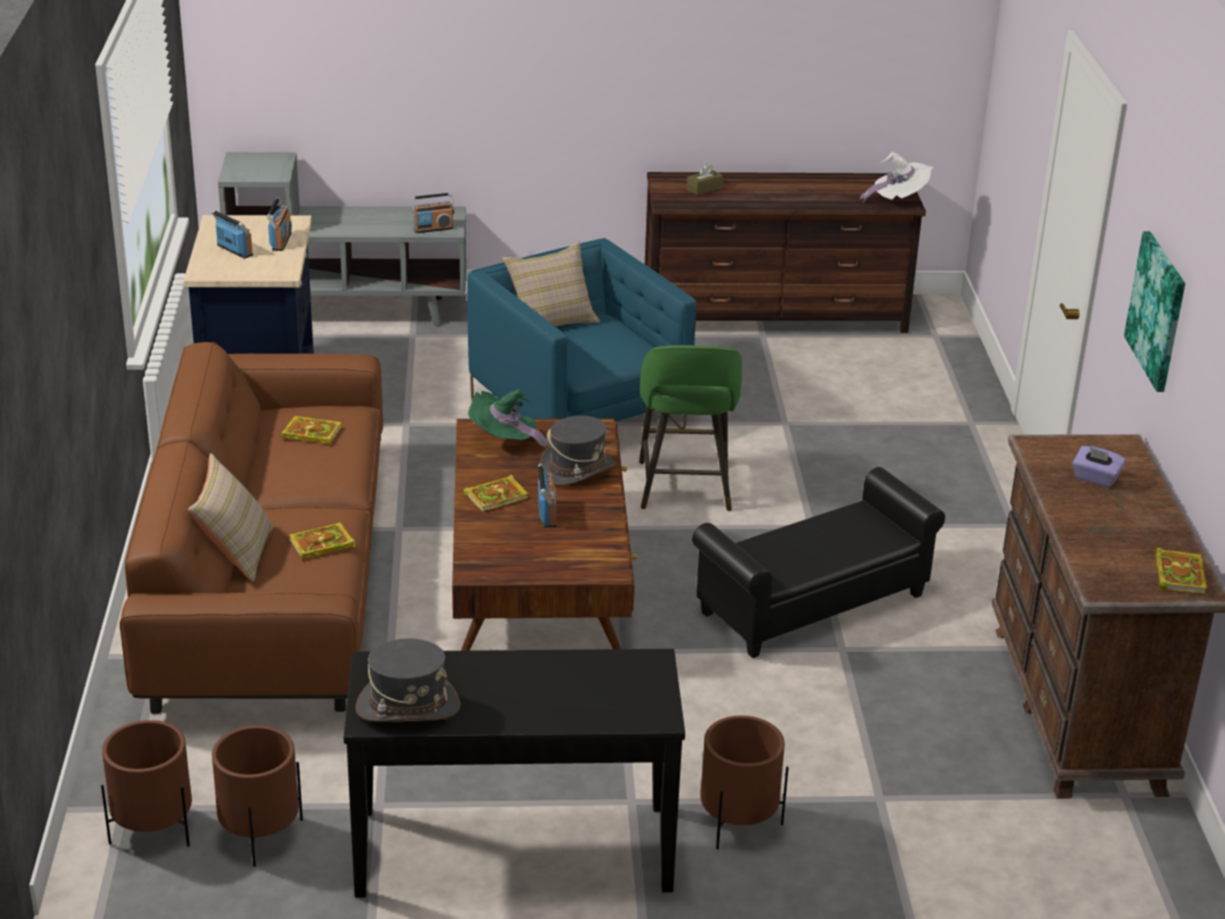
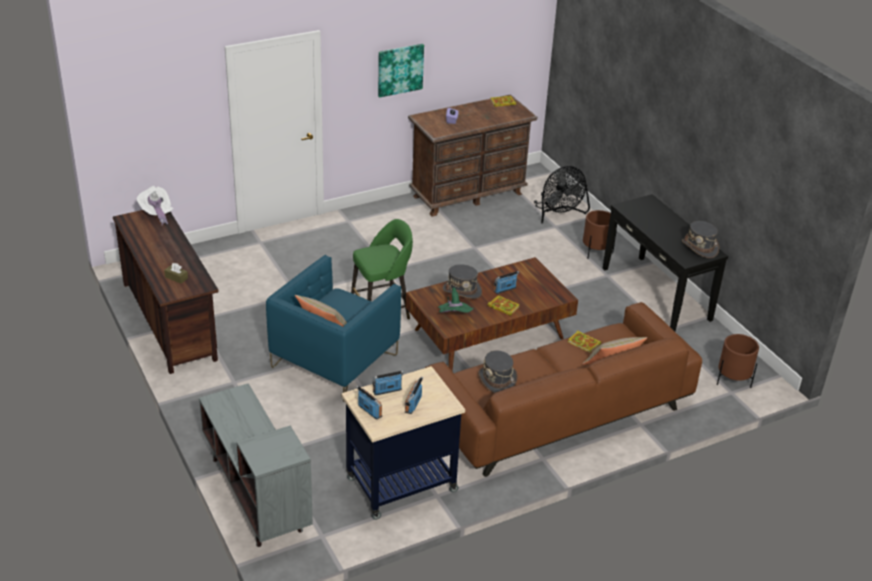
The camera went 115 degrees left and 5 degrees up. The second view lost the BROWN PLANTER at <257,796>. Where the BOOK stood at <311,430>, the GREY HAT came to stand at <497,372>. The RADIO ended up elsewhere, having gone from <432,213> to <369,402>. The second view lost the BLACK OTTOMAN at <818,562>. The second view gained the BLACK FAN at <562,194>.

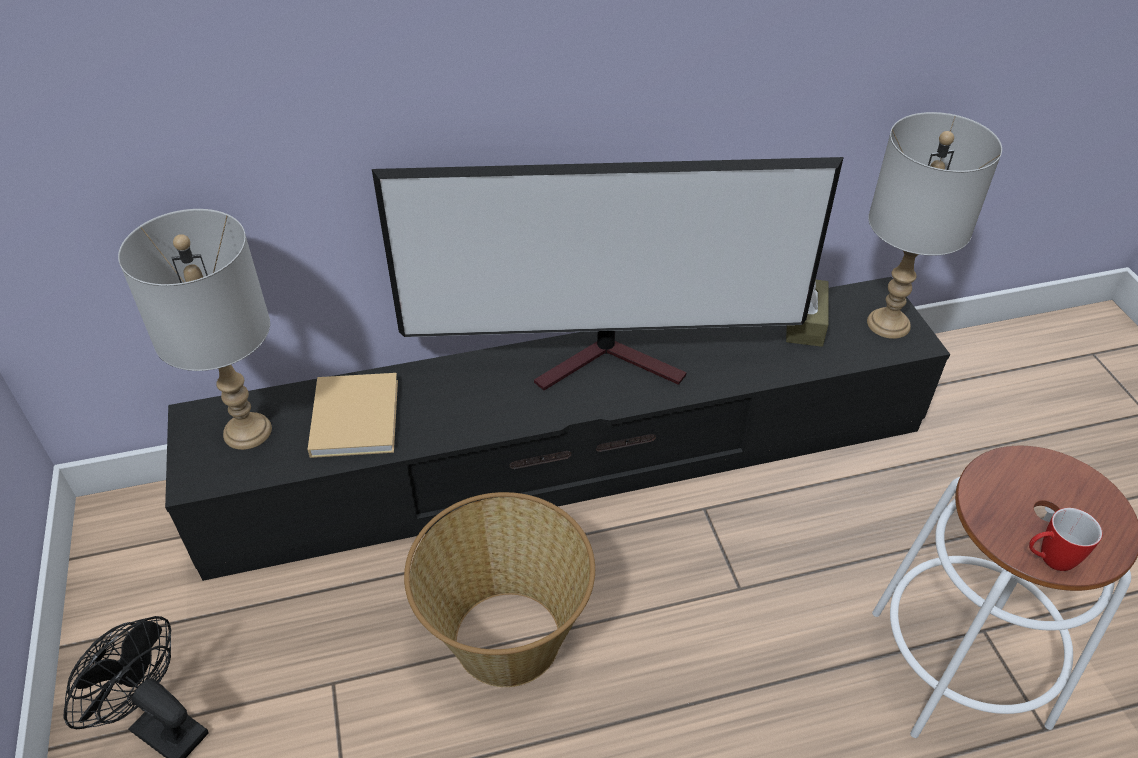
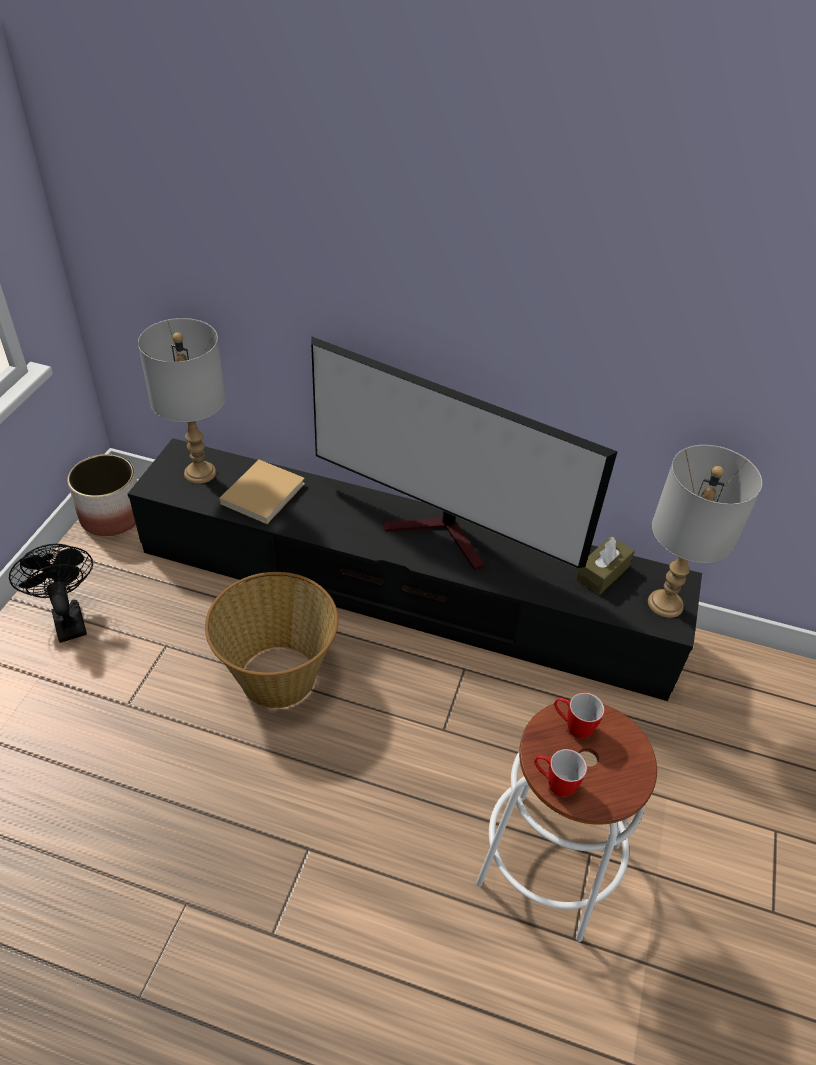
The camera went 30 degrees right and 0 degrees up. The second view gained the PLANTER at <102,495>. The second view gained the MUG at <579,715>.

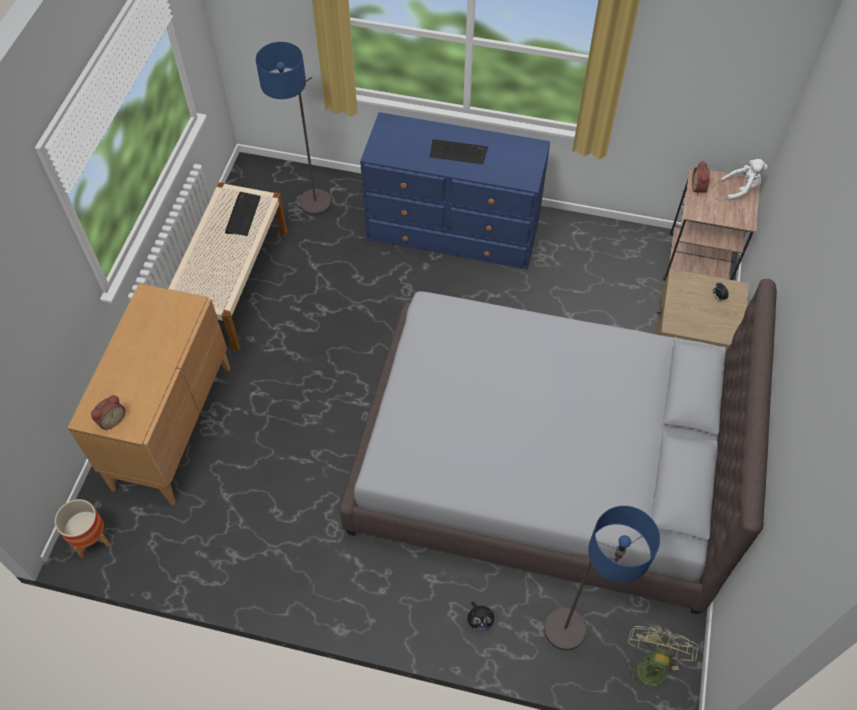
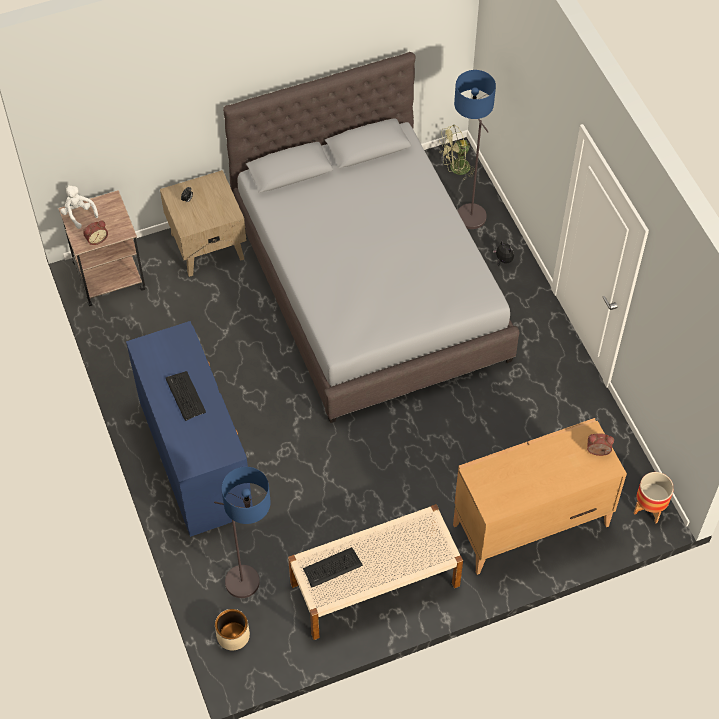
The camera went 125 degrees left and 0 degrees up. The second view gained the BEIGE PLANTER at <232,630>.

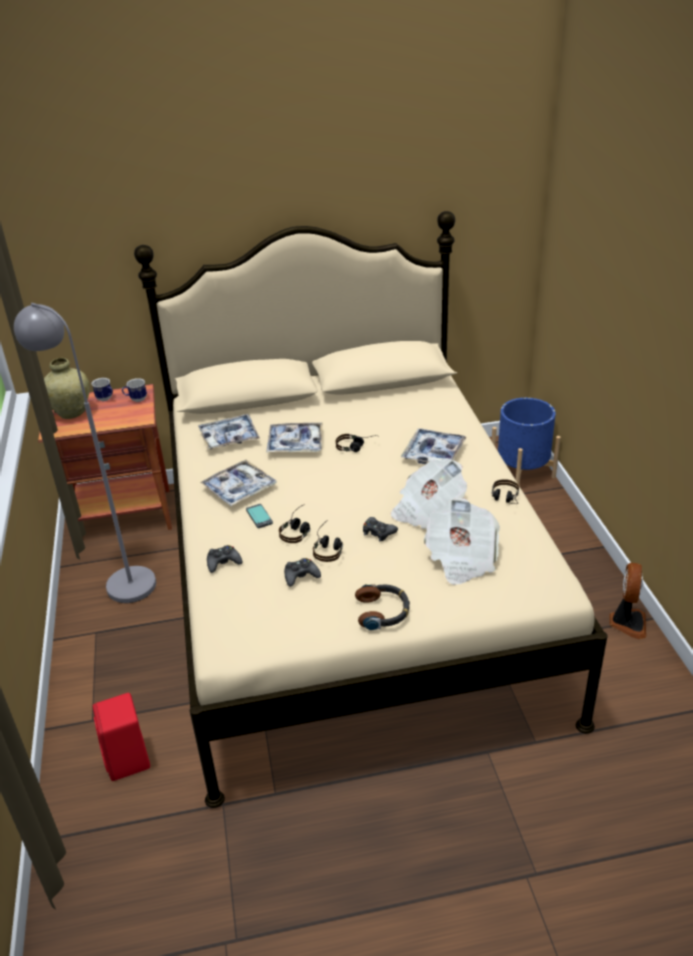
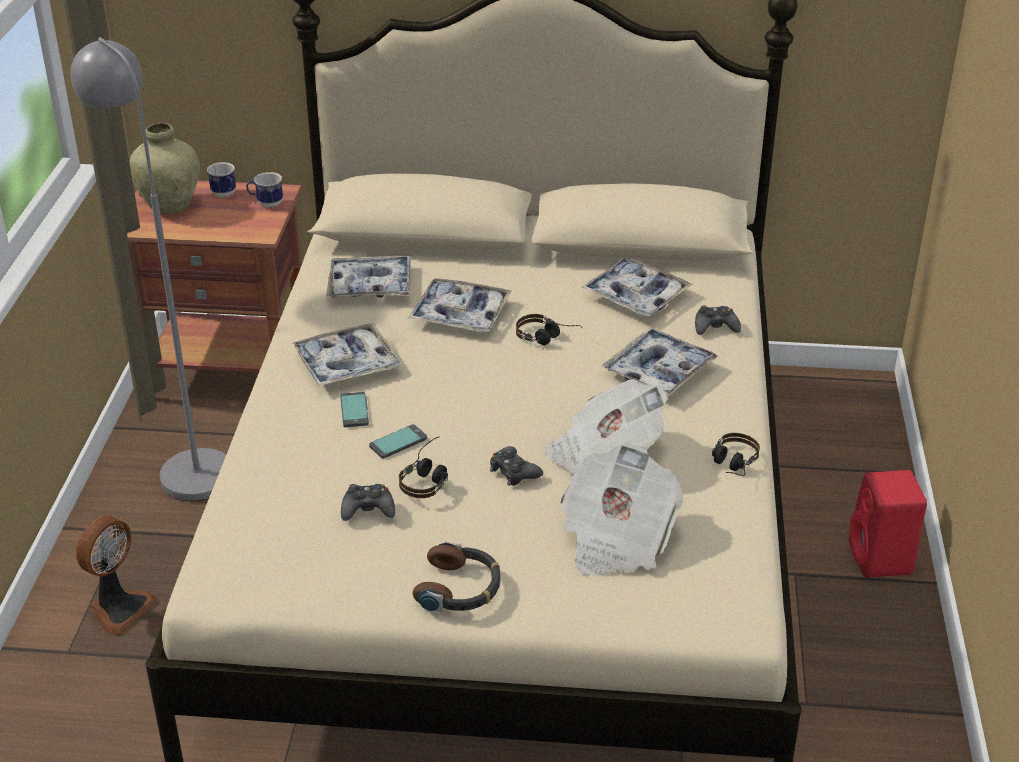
The camera went 15 degrees right and 0 degrees up. The RED SPEAKER ended up elsewhere, having gone from <121,737> to <888,523>. The BLACK GAME CONTROLLER ended up elsewhere, having gone from <224,559> to <718,320>. Where the HEADPHONES stood at <294,523>, the PHONE came to stand at <398,441>. The second view lost the BLUE PLANTER at <526,442>. The FAN ended up elsewhere, having gone from <628,601> to <117,575>. The second view gained the TRAY at <636,286>.

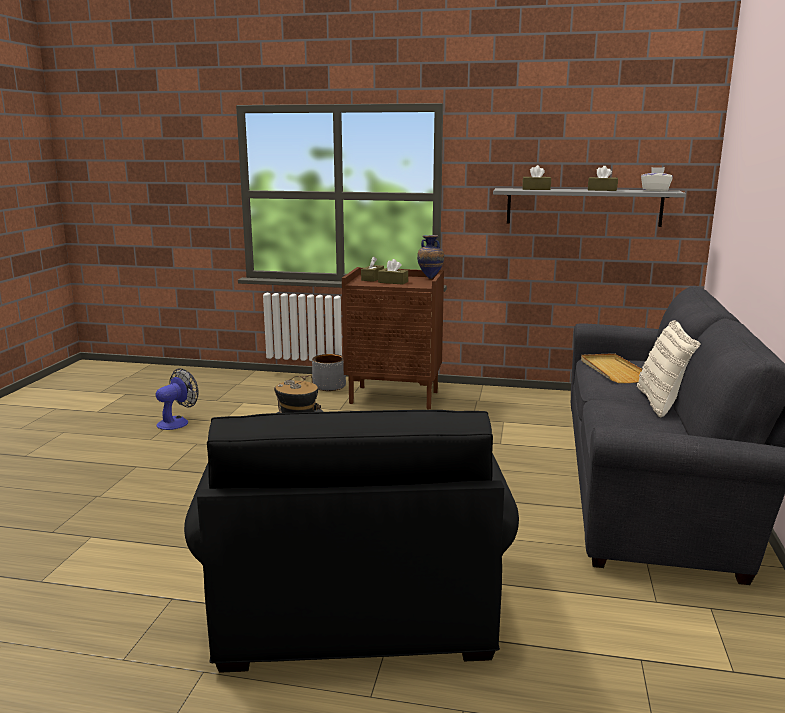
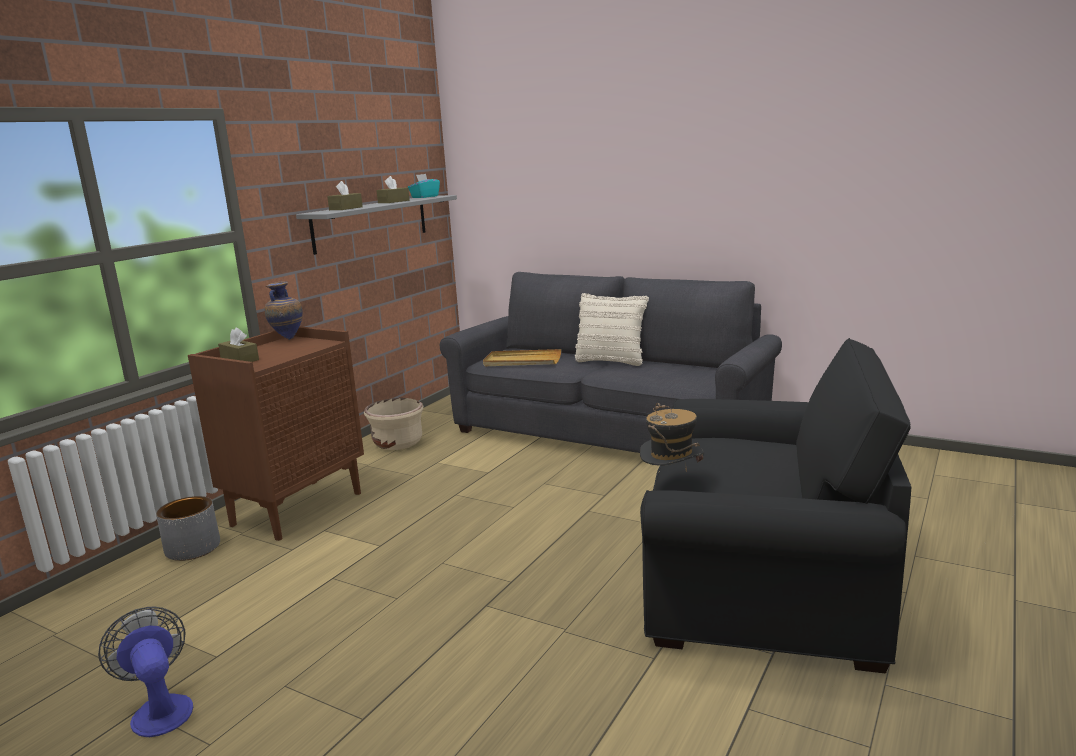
The camera went 70 degrees left and 0 degrees up. The second view lost the BROWN TISSUE BOX at <393,272>. What was the WHITE TISSUE BOX at <657,179> turned into the TURQUOISE TISSUE BOX at <424,186>. The second view gained the BEIGE PLANTER at <393,424>.

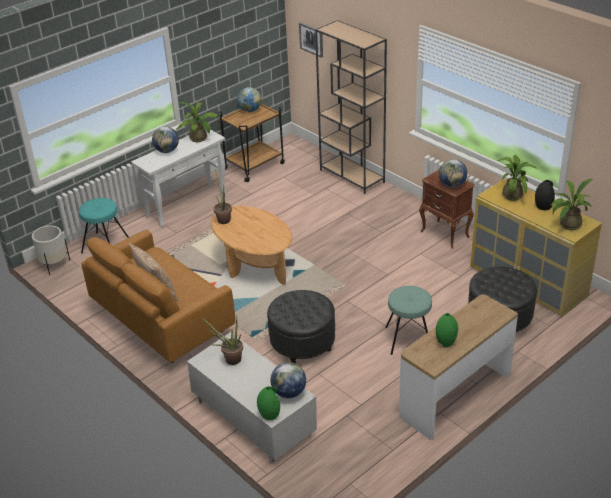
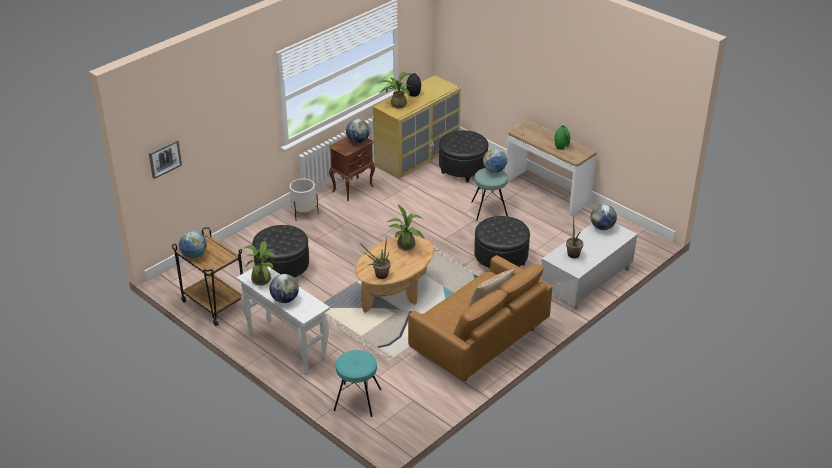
The camera went 95 degrees left and 0 degrees up. The WHITE PLANTER ended up elsewhere, having gone from <51,250> to <304,199>. The second view lost the GREEN VASE at <268,403>. The second view lost the BOOKCASE at <351,107>. The POTTED PLANT ended up elsewhere, having gone from <571,204> to <406,227>. The second view gained the BLACK OTTOMAN at <280,251>. The second view gained the GLOBE at <495,160>.

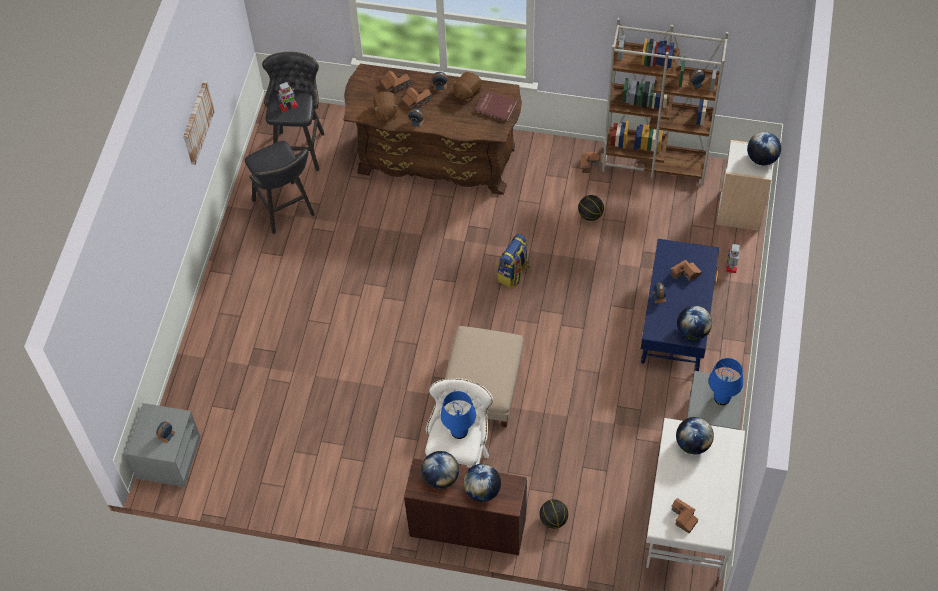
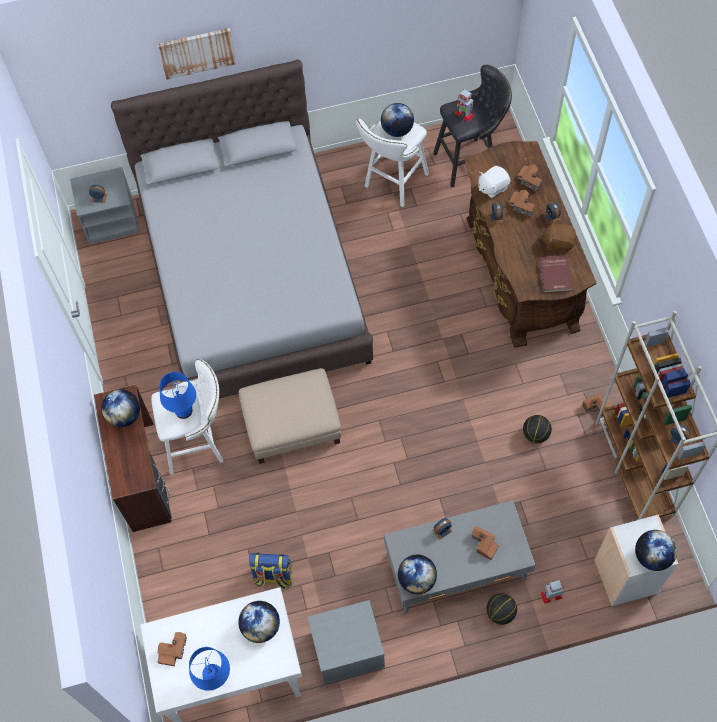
The camera went 65 degrees right and 5 degrees up. The PICTURE ended up elsewhere, having gone from <199,123> to <196,54>. What was the BLACK STOOL at <280,187> turned into the WHITE STOOL at <392,163>. What was the BROWN PLUSH TOY at <385,105> turned into the WHITE PLUSH TOY at <494,182>. The GLOBE ended up elsewhere, having gone from <482,483> to <397,120>. The BACKPACK ended up elsewhere, having gone from <513,261> to <271,571>. The BASKETBALL ended up elsewhere, having gone from <553,514> to <501,609>. What was the BLUE COFFEE TABLE at <680,305> turned into the GREY COFFEE TABLE at <460,556>. The BLUE TABLE LAMP ended up elsewhere, having gone from <726,381> to <209,669>. The second view gained the GREY BED at <242,229>.

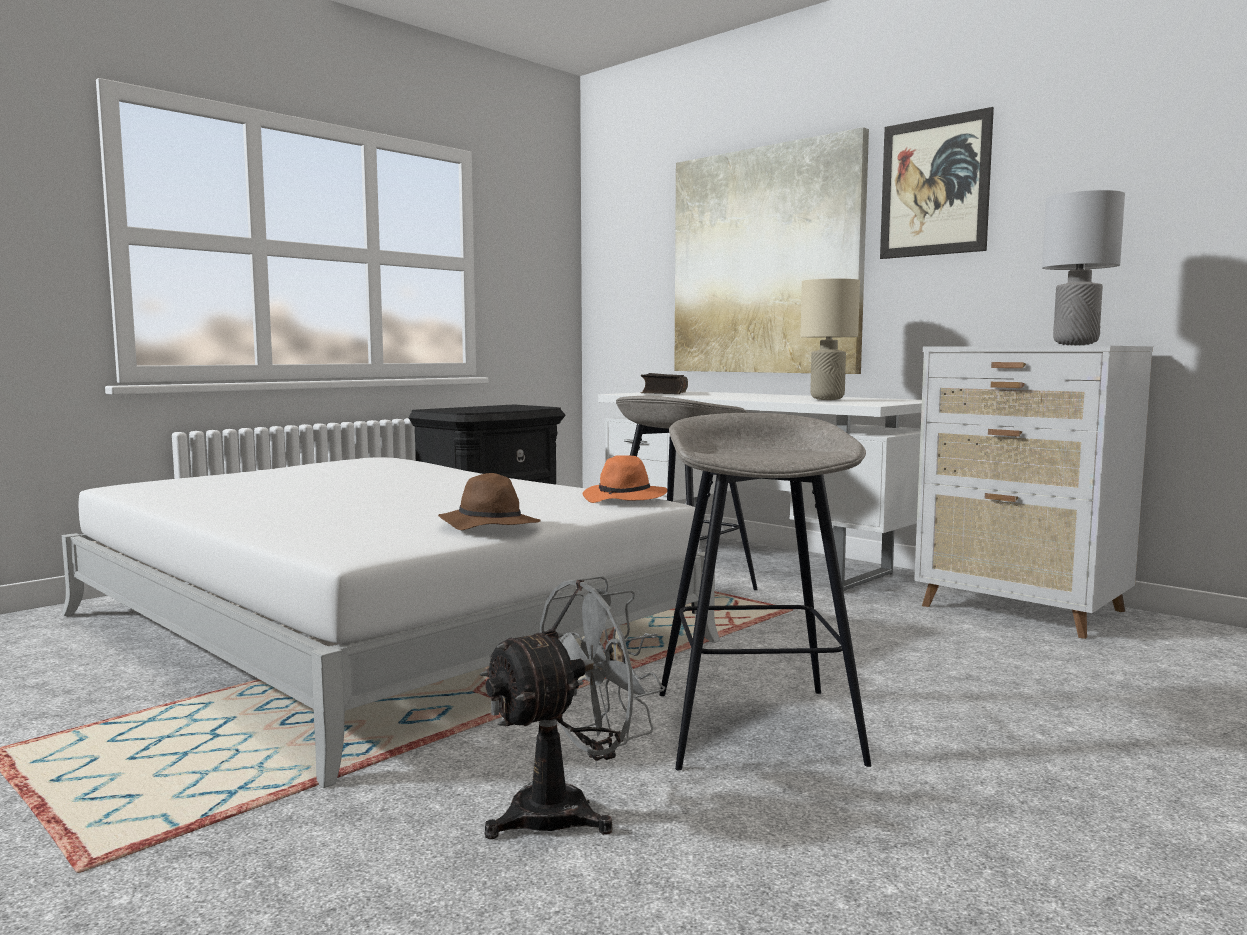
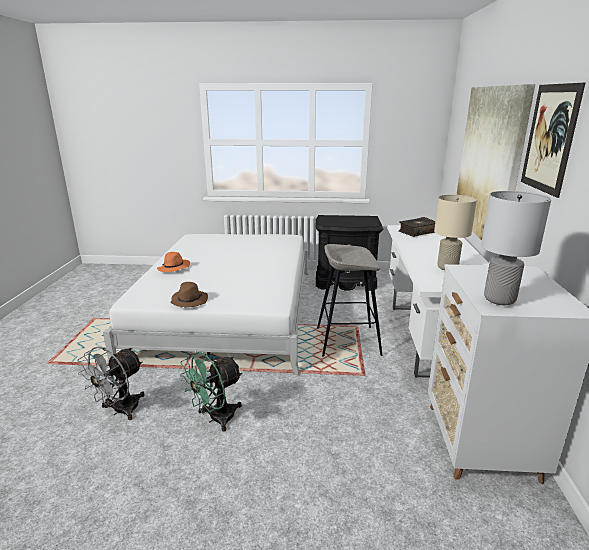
The camera went 50 degrees right and 15 degrees up. The GREY FAN at <572,707> ended up facing another way, 105 degrees clockwise from before. The ORANGE HAT ended up elsewhere, having gone from <625,479> to <173,262>. Where the GREY STOOL stood at <765,591>, the GREEN FAN came to stand at <211,391>.

